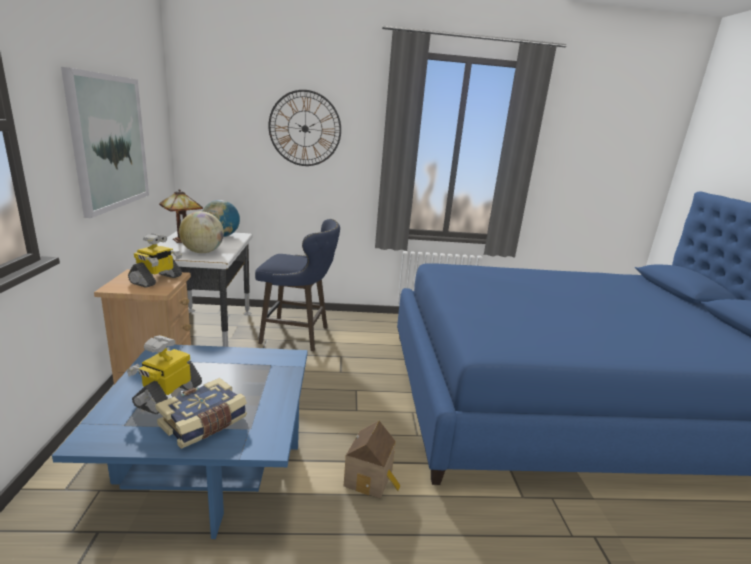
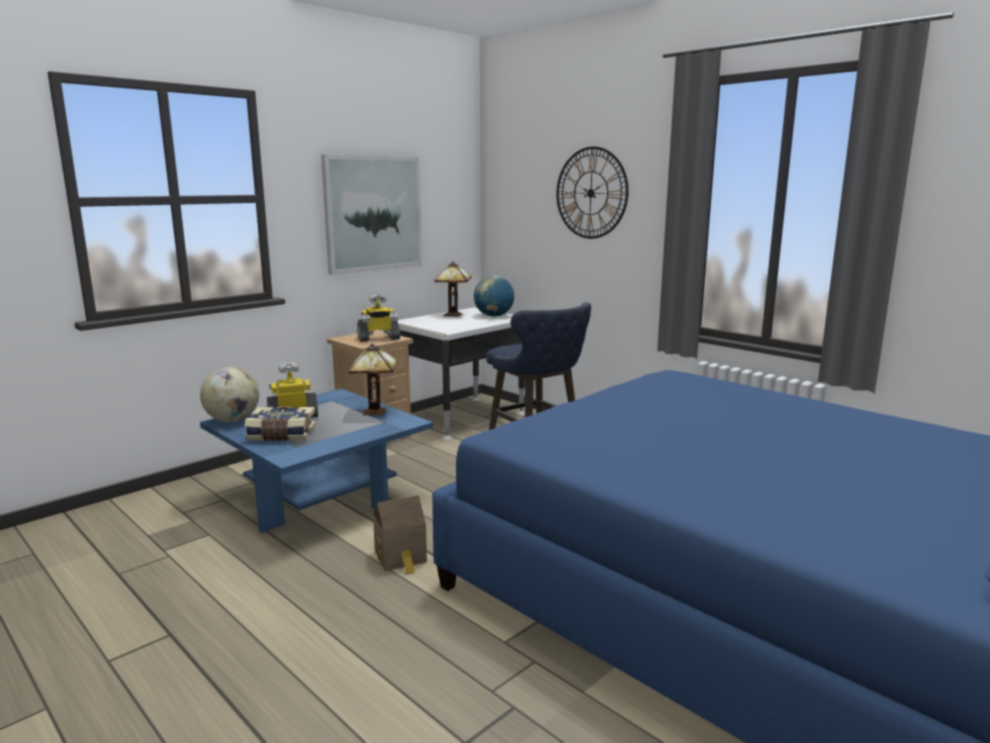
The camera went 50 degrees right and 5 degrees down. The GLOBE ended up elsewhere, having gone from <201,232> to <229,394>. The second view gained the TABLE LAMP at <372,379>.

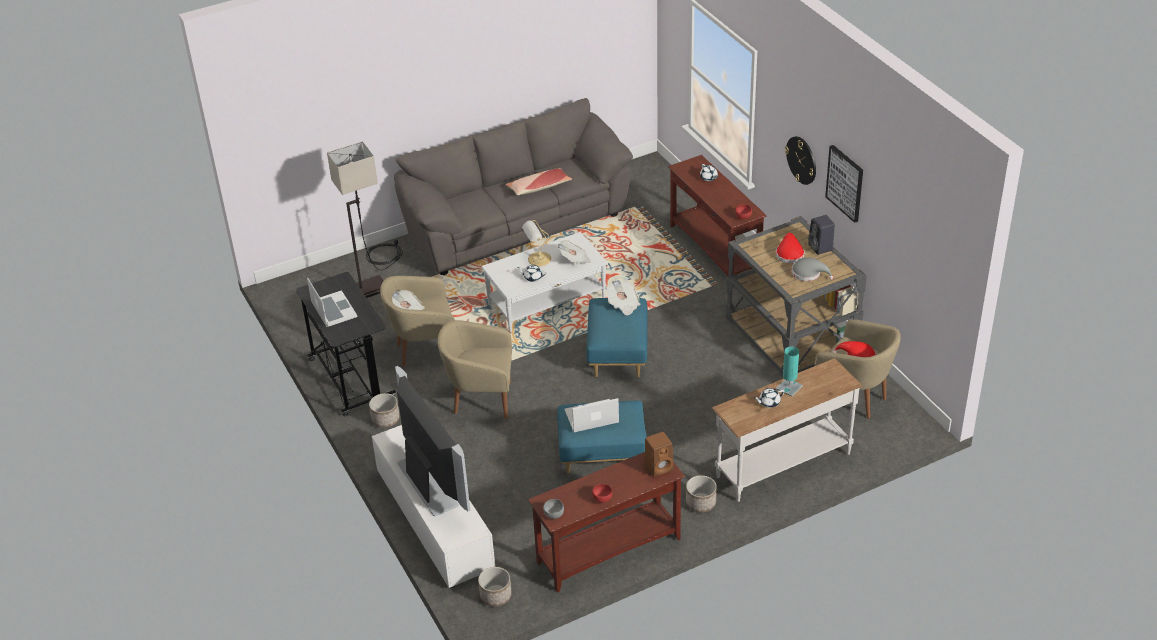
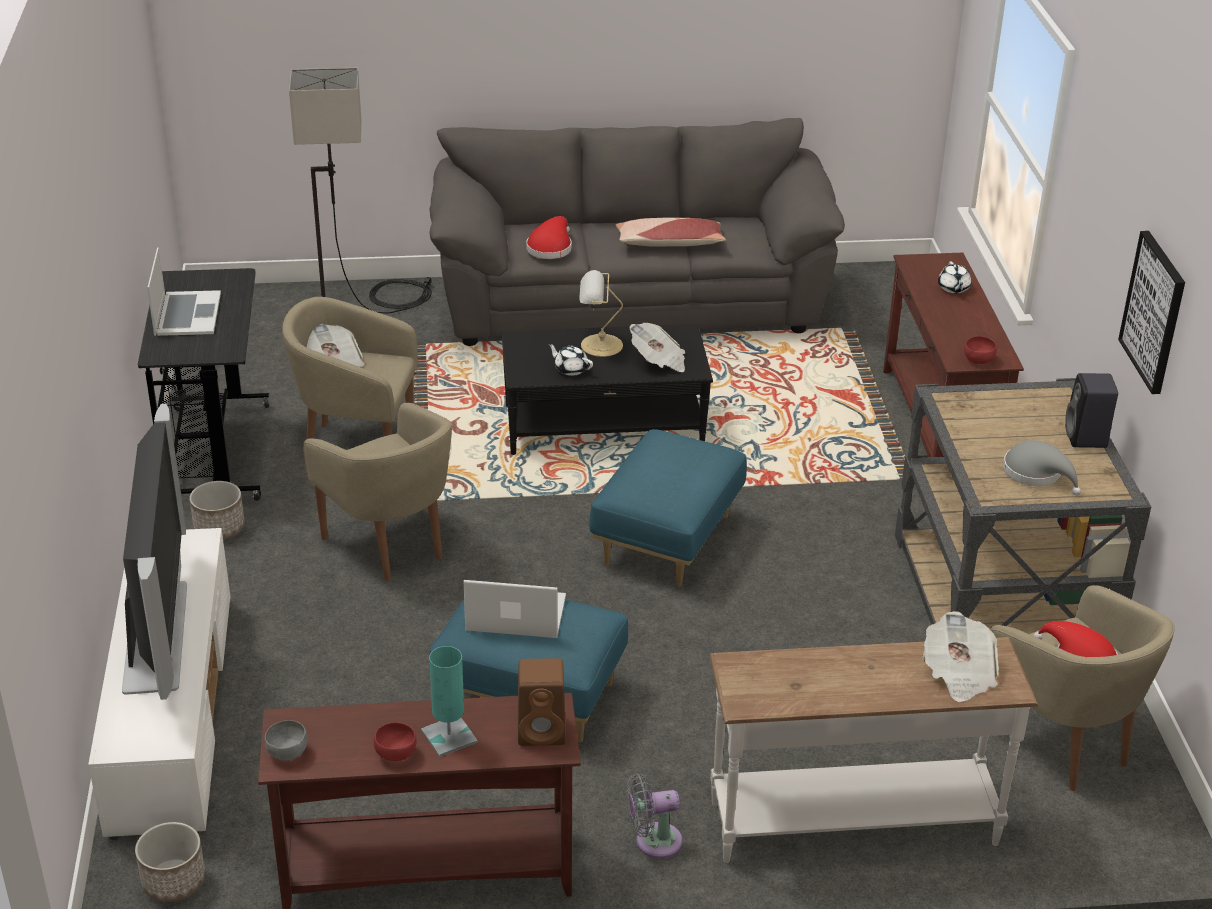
The camera went 20 degrees right and 5 degrees down. The BEIGE ARMCHAIR at <475,370> ended up facing another way, 150 degrees counterclockwise from before. What was the WHITE COFFEE TABLE at <544,282> turned into the BLACK COFFEE TABLE at <607,389>. The NEWSPAPER ended up elsewhere, having gone from <623,297> to <961,656>. Where the PLANTER stood at <701,493>, the GREY FAN came to stand at <654,816>. The second view lost the WHITE TEAPOT at <769,398>. The RED HAT ended up elsewhere, having gone from <790,248> to <549,237>. The TURQUOISE TABLE LAMP ended up elsewhere, having gone from <789,372> to <449,701>. The second view lost the WALL CLOCK at <800,160>.

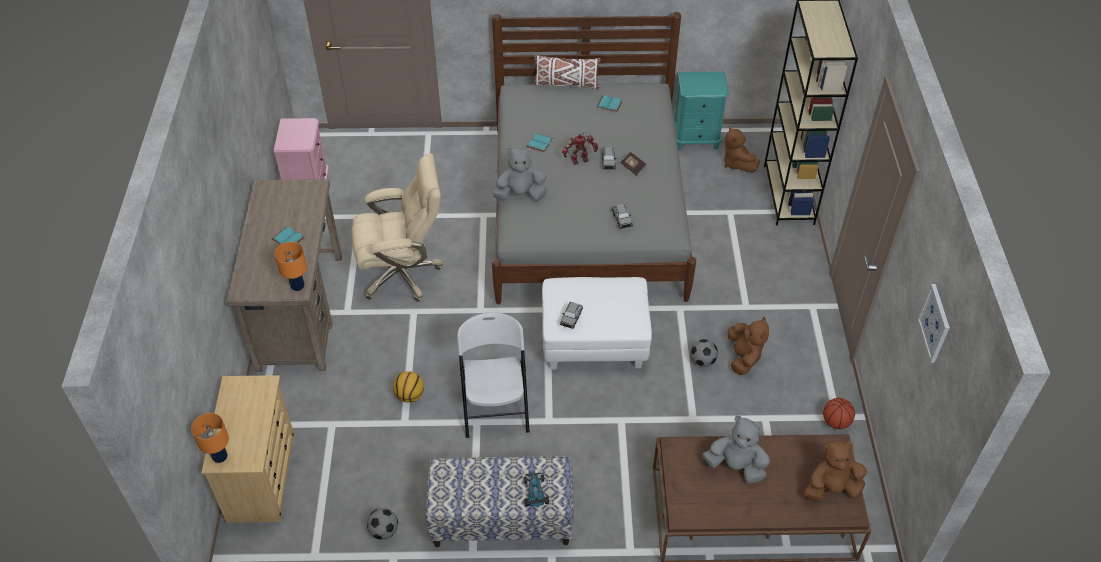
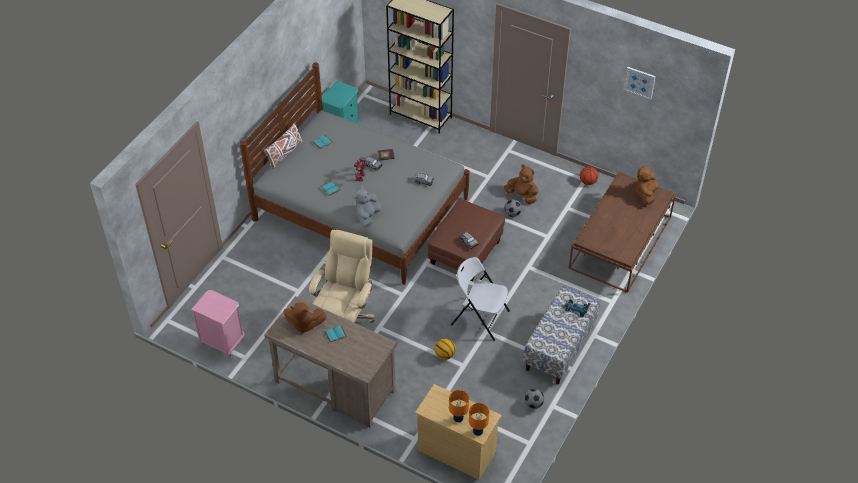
The camera went 60 degrees left and 0 degrees up. The ORANGE TABLE LAMP ended up elsewhere, having gone from <290,266> to <459,406>. What was the WHITE OTTOMAN at <597,323> turned into the BROWN OTTOMAN at <466,240>. The second view lost the GREY PLUSH TOY at <736,450>. The BROWN PLUSH TOY ended up elsewhere, having gone from <742,149> to <305,318>.

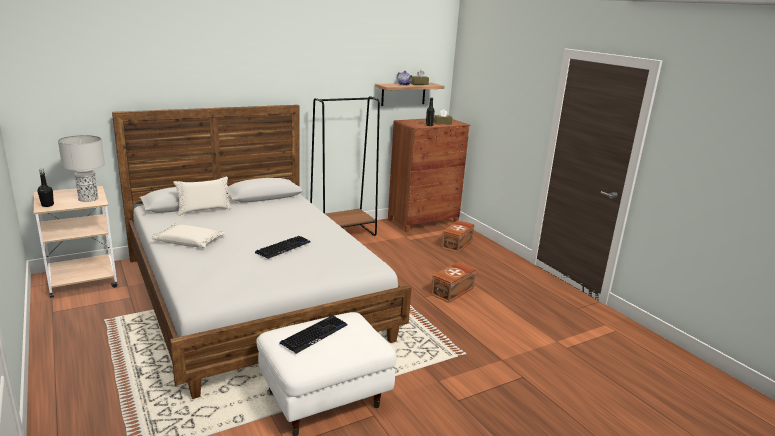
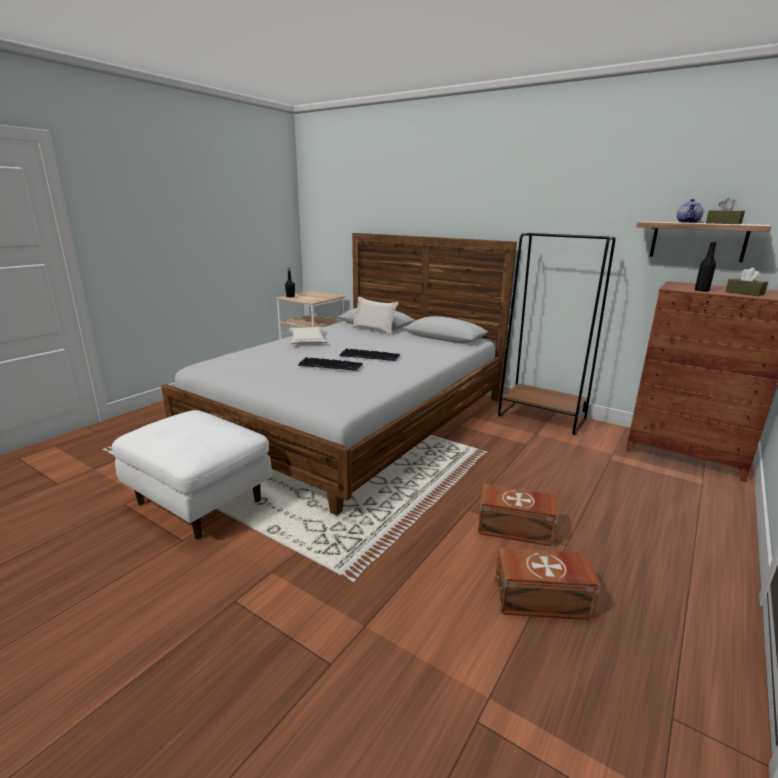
The camera went 65 degrees right and 0 degrees up. The second view lost the WHITE TABLE LAMP at <81,168>. The KEYBOARD ended up elsewhere, having gone from <313,334> to <369,354>. The BROWN STORAGE BOX ended up elsewhere, having gone from <458,236> to <548,584>.

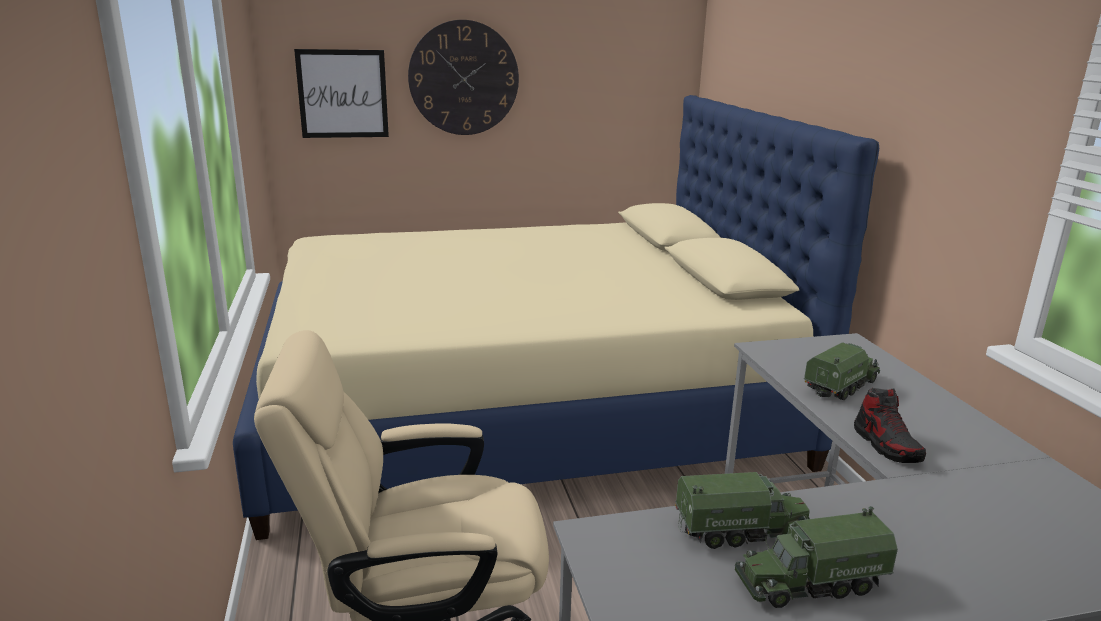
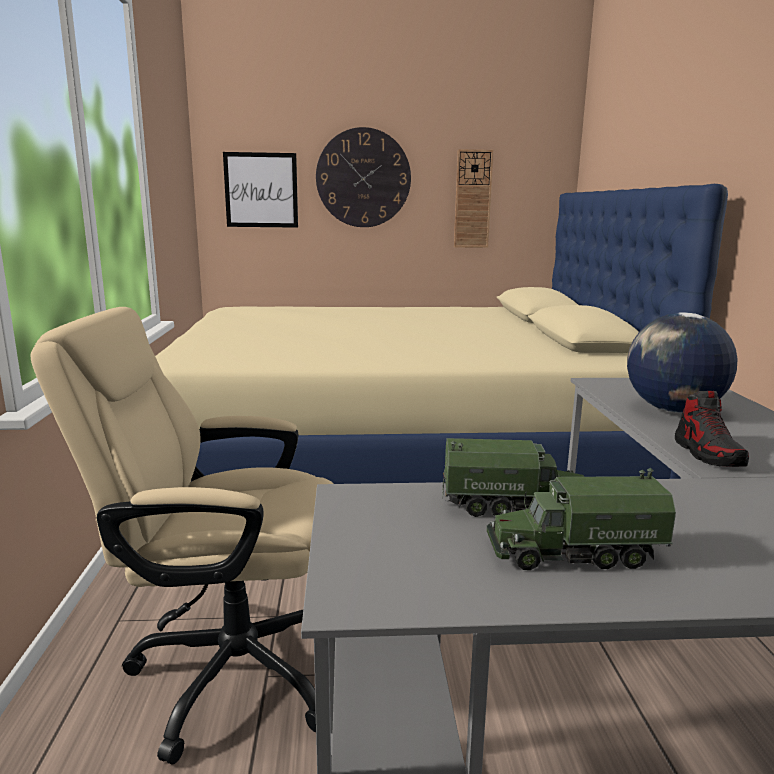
The camera went 10 degrees right and 5 degrees down. Where the TOY TRUCK stood at <841,371>, the GLOBE came to stand at <682,362>. The second view gained the WALL CLOCK at <474,198>.

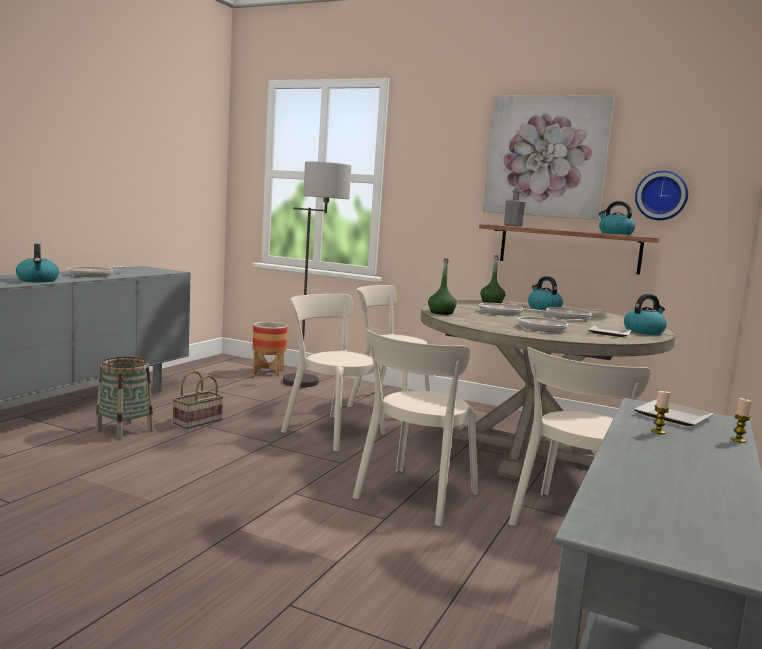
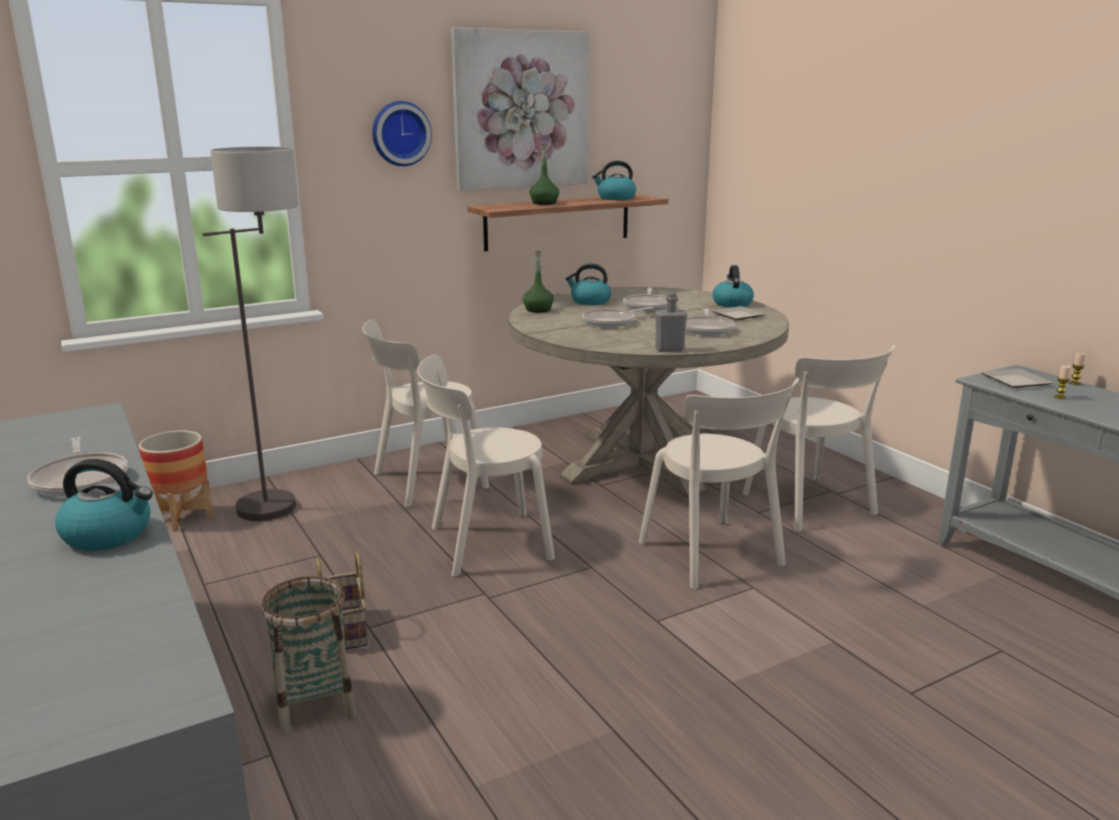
The camera went 55 degrees left and 10 degrees up. The GREEN BOTTLE ended up elsewhere, having gone from <442,286> to <544,174>. The GREY BOTTLE ended up elsewhere, having gone from <515,207> to <671,322>. The WALL CLOCK ended up elsewhere, having gone from <661,195> to <402,133>.

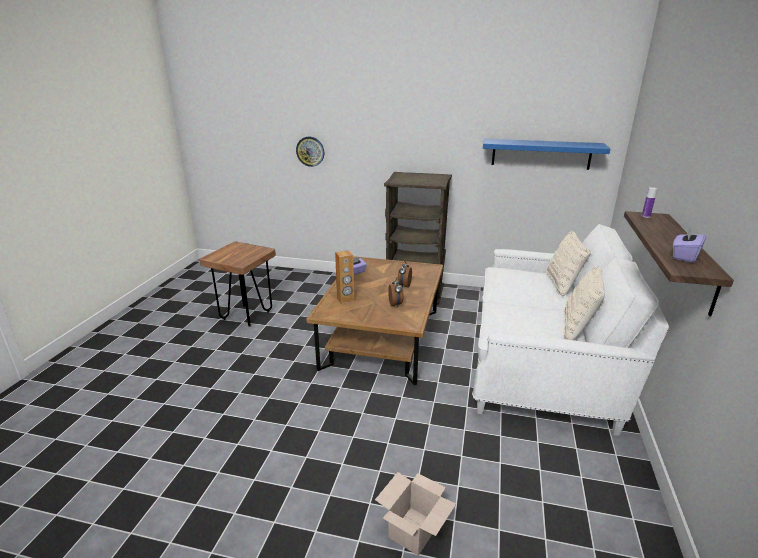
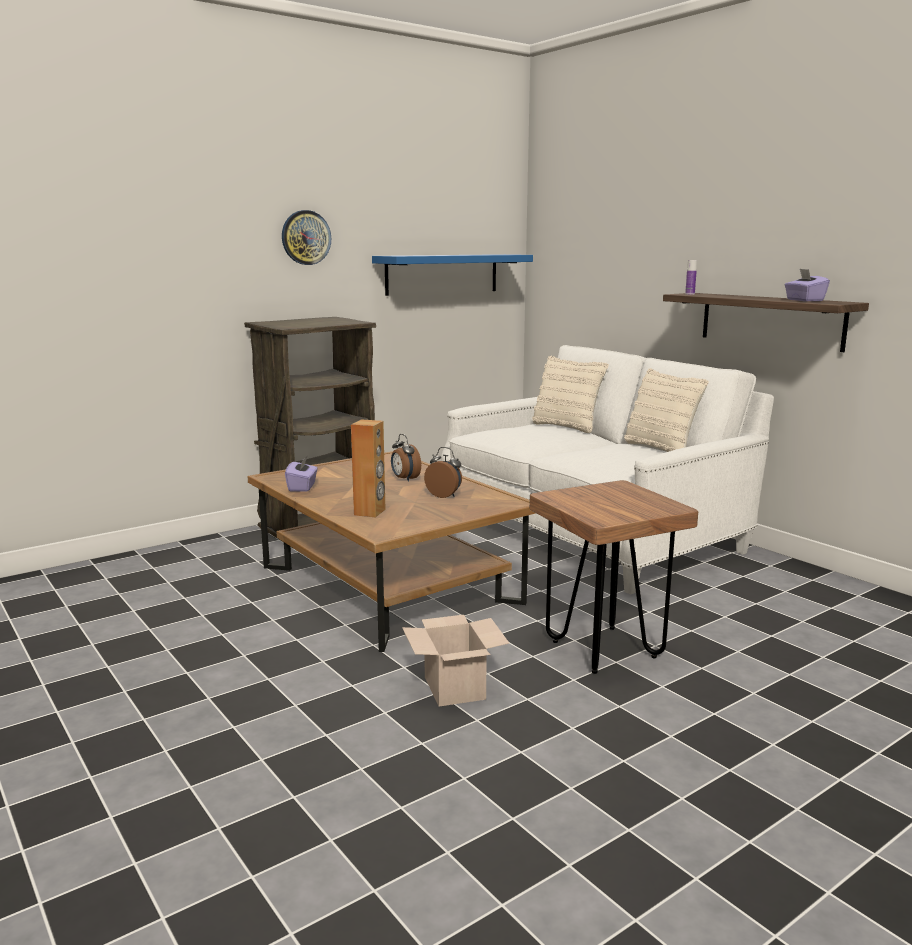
The camera went 50 degrees left and 10 degrees down. The BROWN STOOL ended up elsewhere, having gone from <238,284> to <614,577>. The WALL CLOCK ended up elsewhere, having gone from <310,152> to <306,237>. The CARDBOARD BOX ended up elsewhere, having gone from <415,514> to <455,661>.

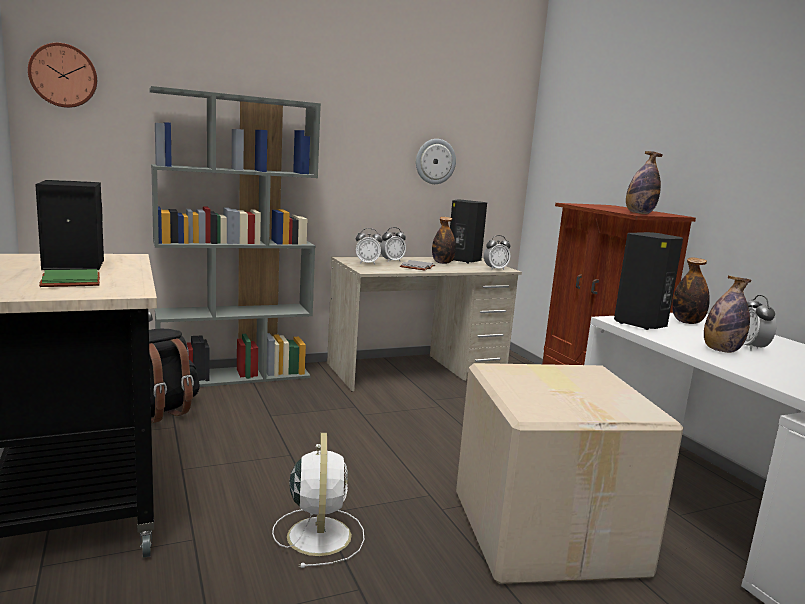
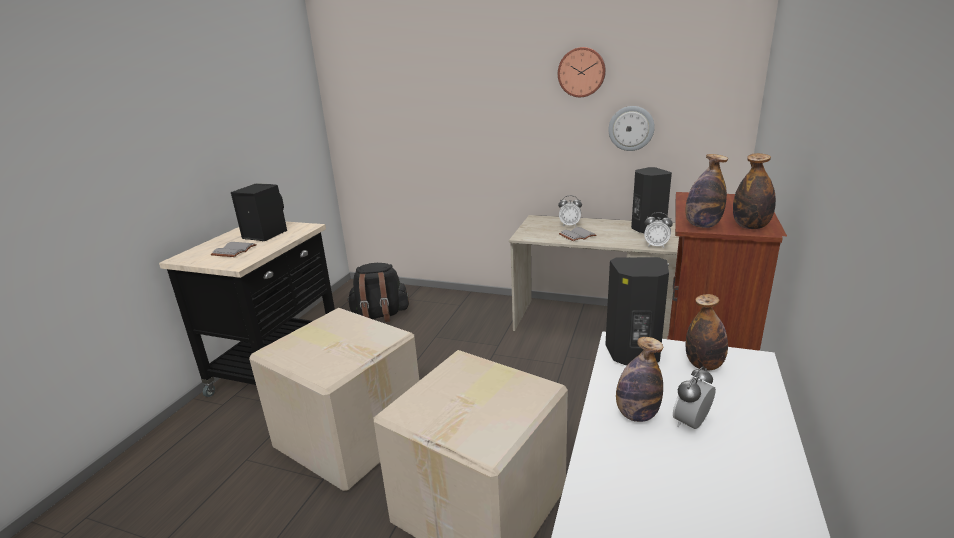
The camera went 45 degrees right and 10 degrees up. The WALL CLOCK ended up elsewhere, having gone from <62,75> to <582,72>. What was the GREEN BOOK at <69,278> turned into the GREY BOOK at <233,249>. The second view lost the GREY BOOKCASE at <235,236>. Where the WHITE FAN stood at <318,500>, the CARDBOARD BOX came to stand at <334,399>. The second view lost the ALARM CLOCK at <369,246>. The BOTTLE ended up elsewhere, having gone from <444,240> to <754,191>.

